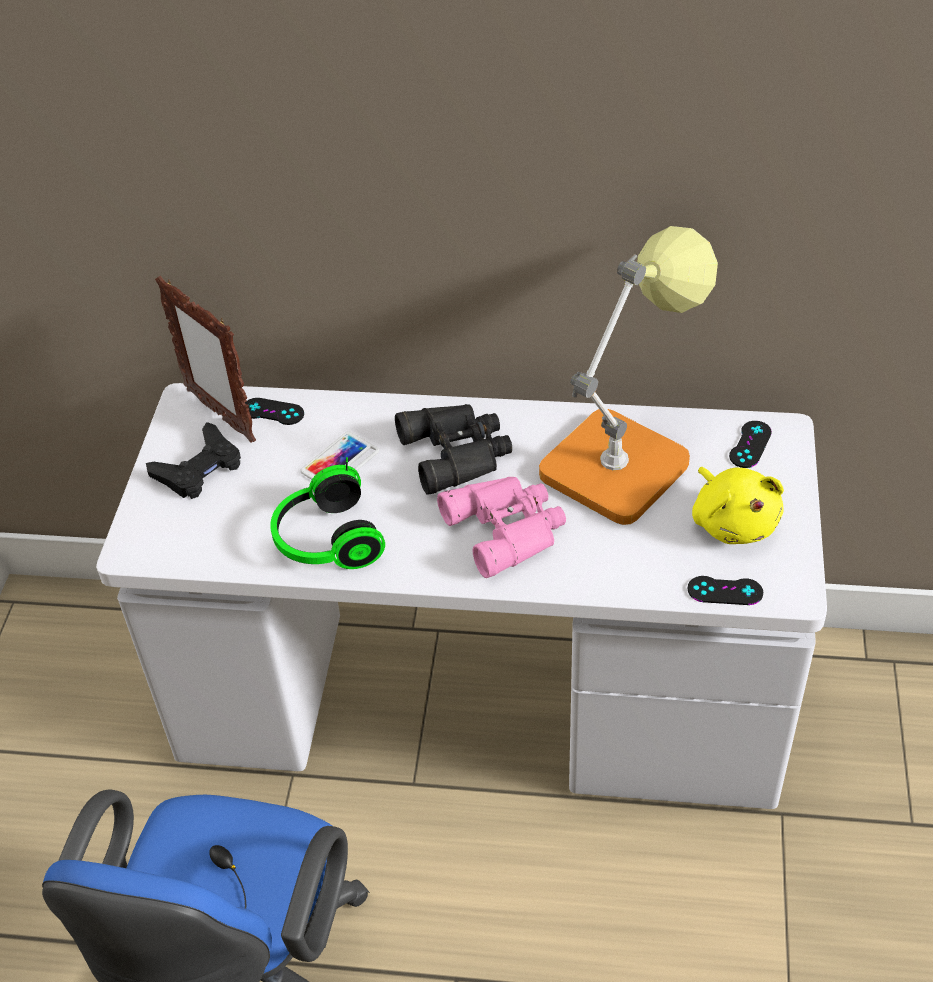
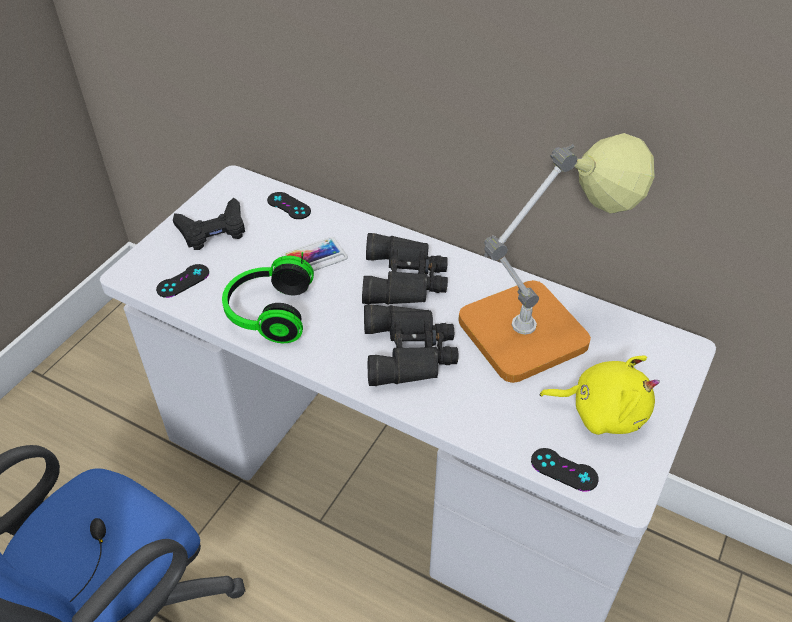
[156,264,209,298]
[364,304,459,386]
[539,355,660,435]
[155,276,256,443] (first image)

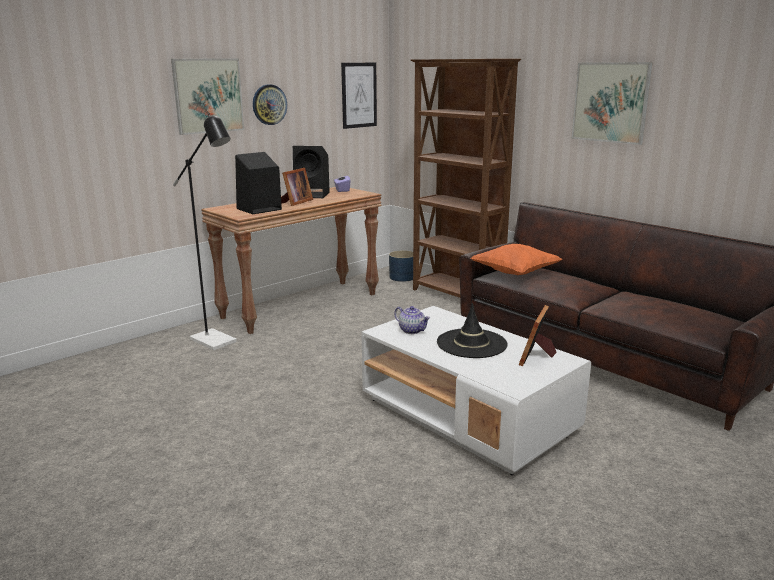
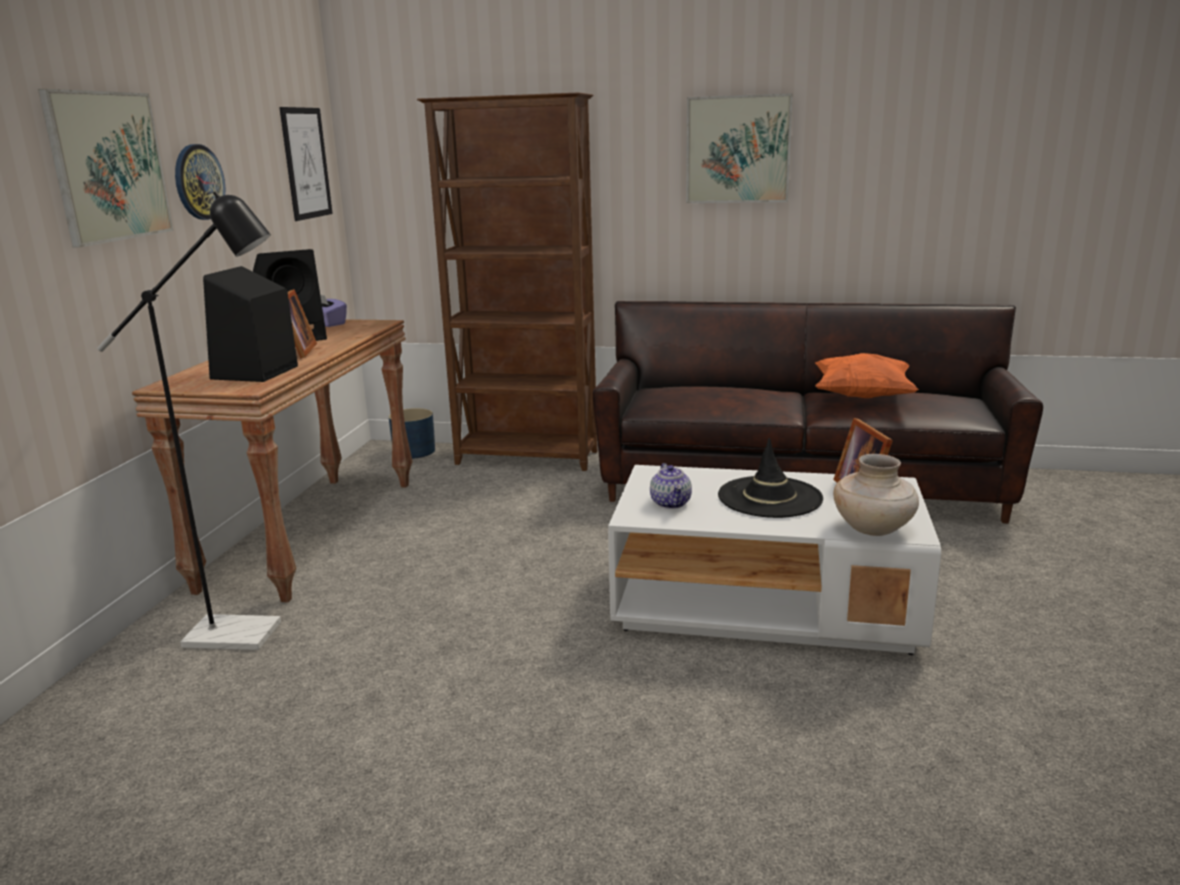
[650,463,692,509]
[815,353,919,398]
[833,454,919,536]

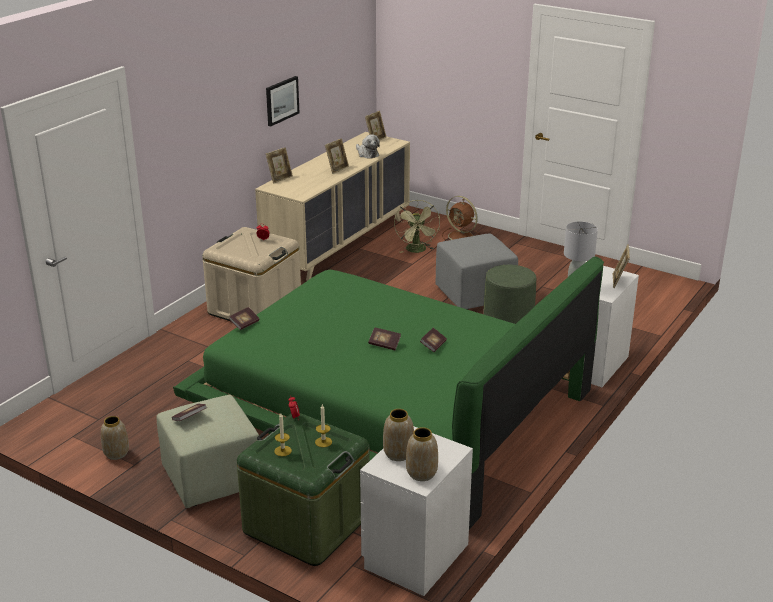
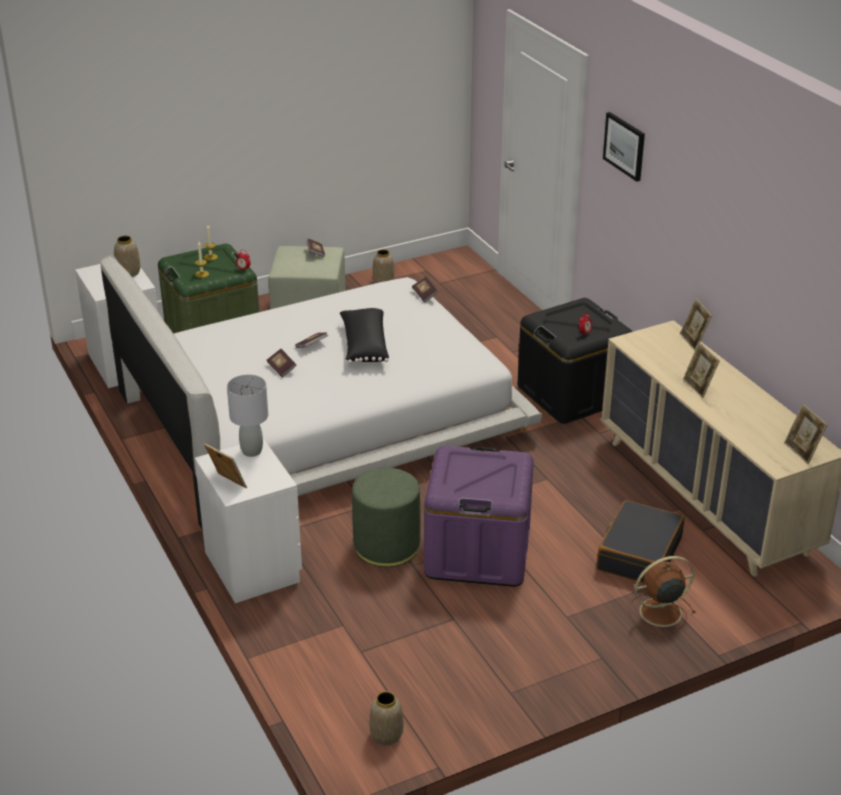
[101,255,542,530]
[340,308,389,363]
[369,691,404,746]
[424,446,534,587]
[518,298,633,424]
[597,500,684,583]
[603,112,645,182]
[356,134,380,159] (first image)

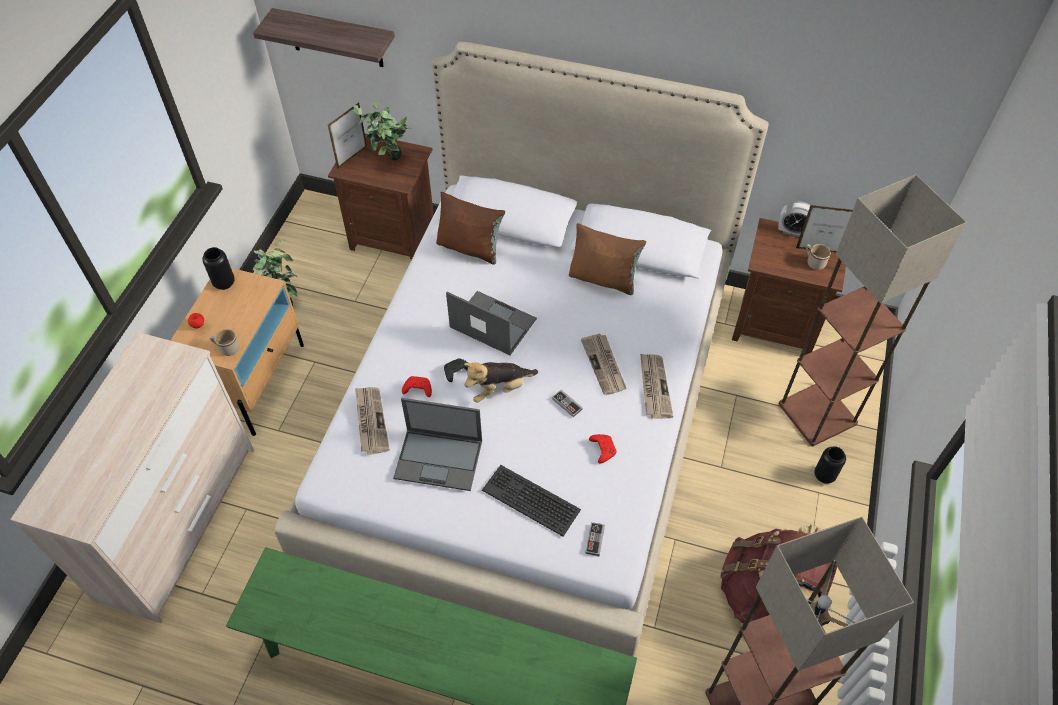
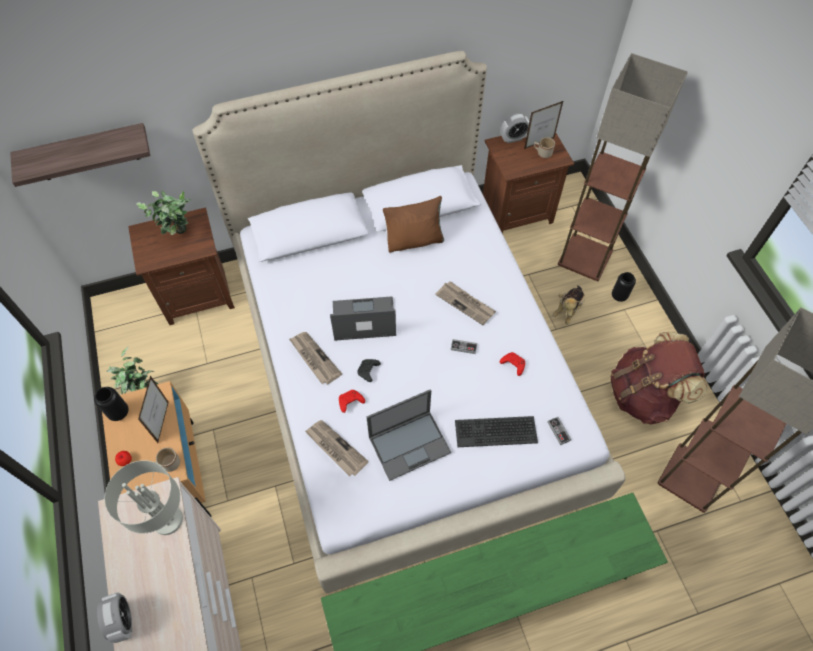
[97,592,132,643]
[105,460,183,535]
[138,375,169,443]
[289,332,342,384]
[553,285,585,325]
[436,192,505,265] (first image)

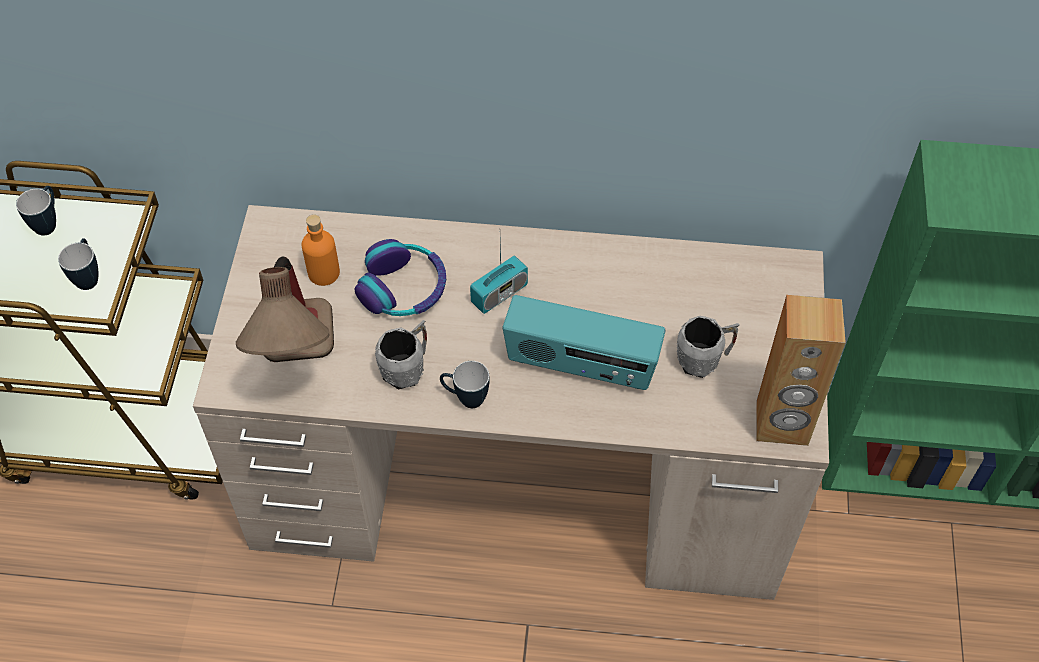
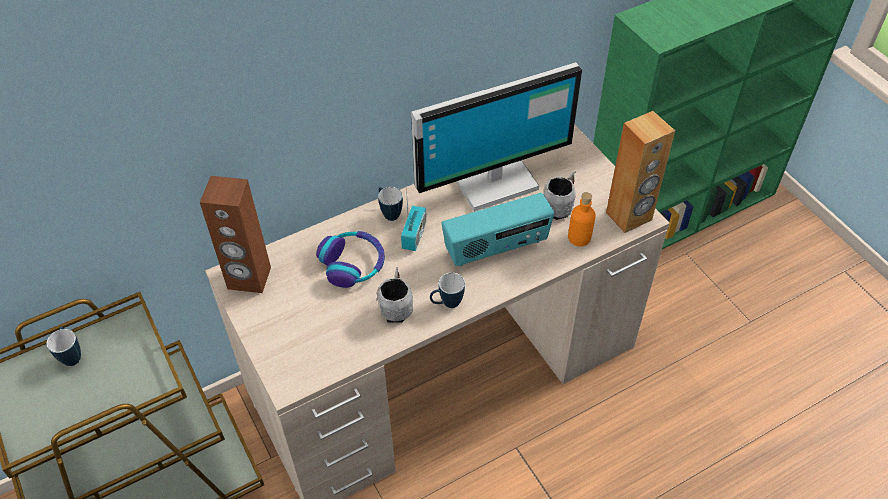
[200,176,271,293]
[378,187,403,221]
[411,62,582,212]
[568,192,596,246]
[236,256,334,362] (first image)

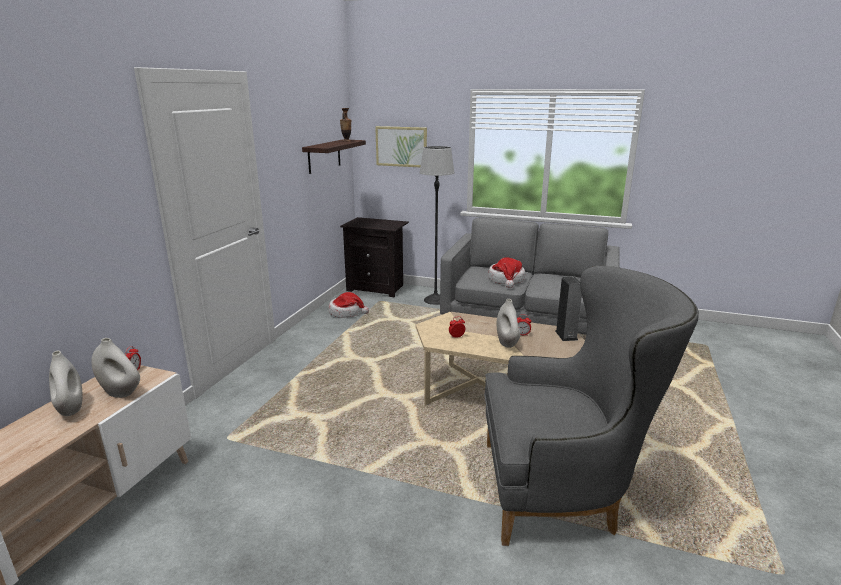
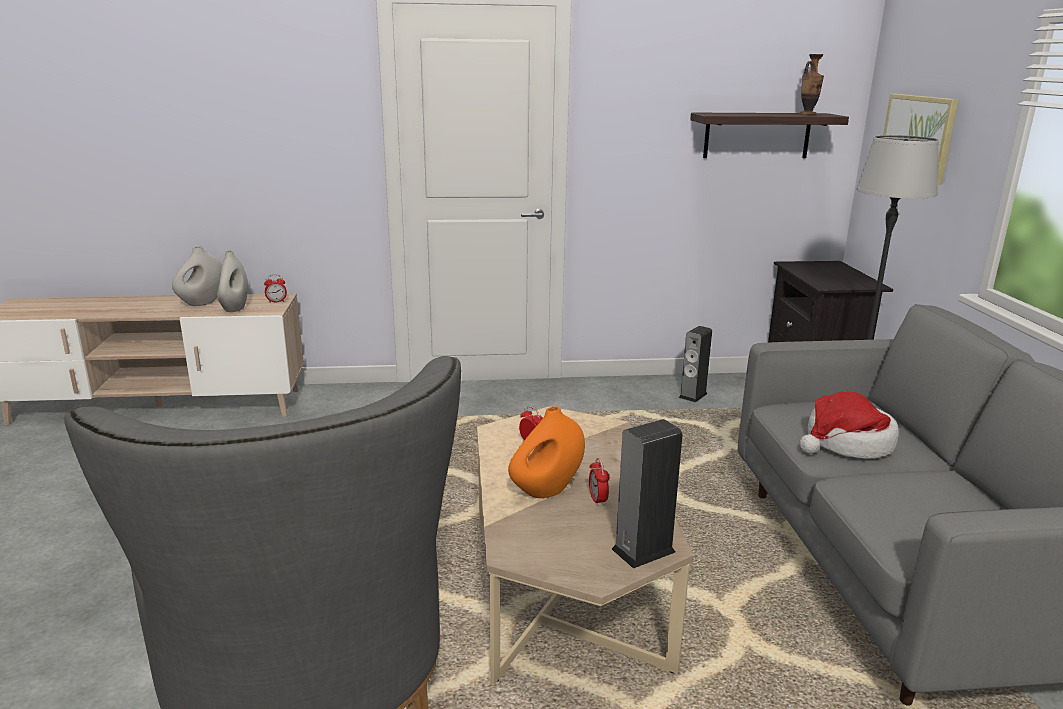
[508,406,585,498]
[679,326,712,403]

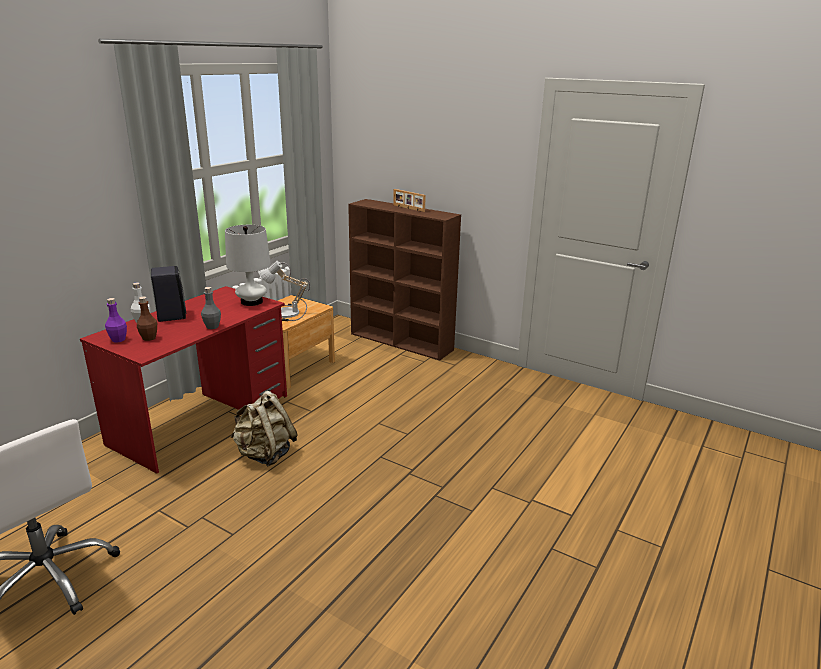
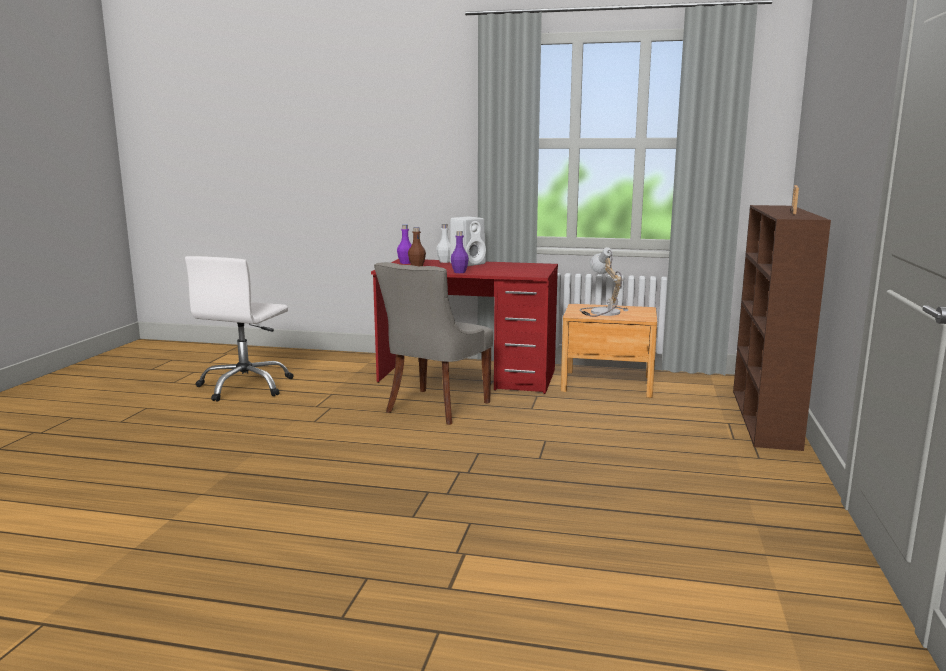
[374,262,493,425]
[450,217,486,266]
[451,231,469,273]
[225,225,271,306] (first image)

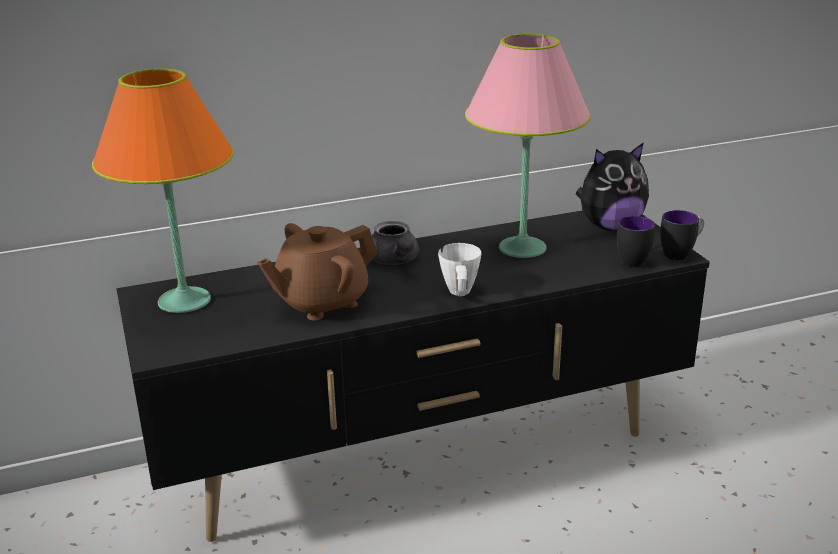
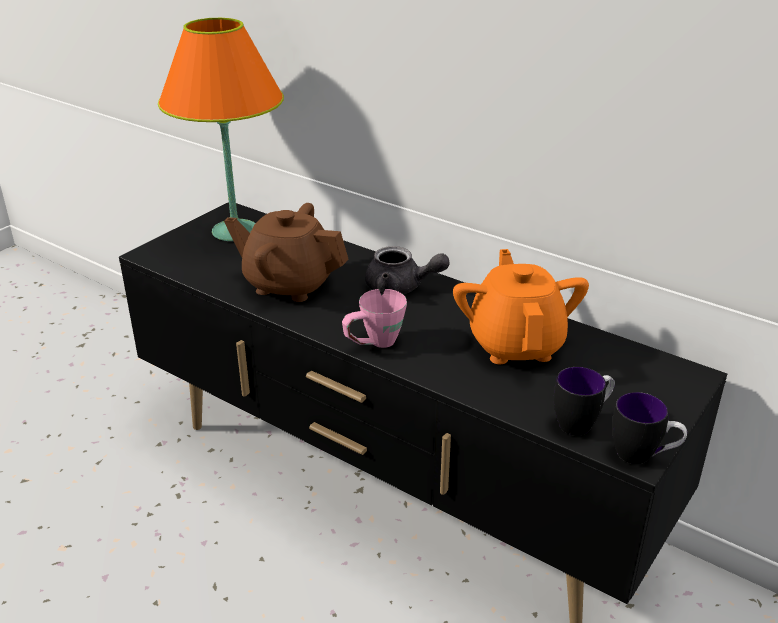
[342,289,407,348]
[365,246,450,294]
[453,249,589,364]
[576,142,649,231] (first image)

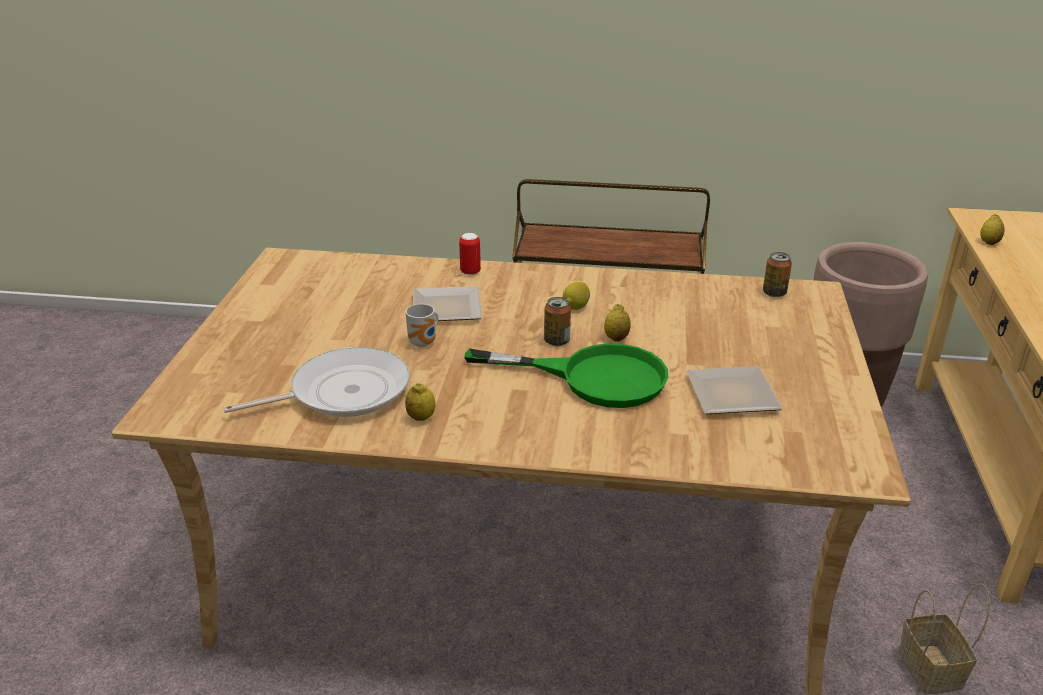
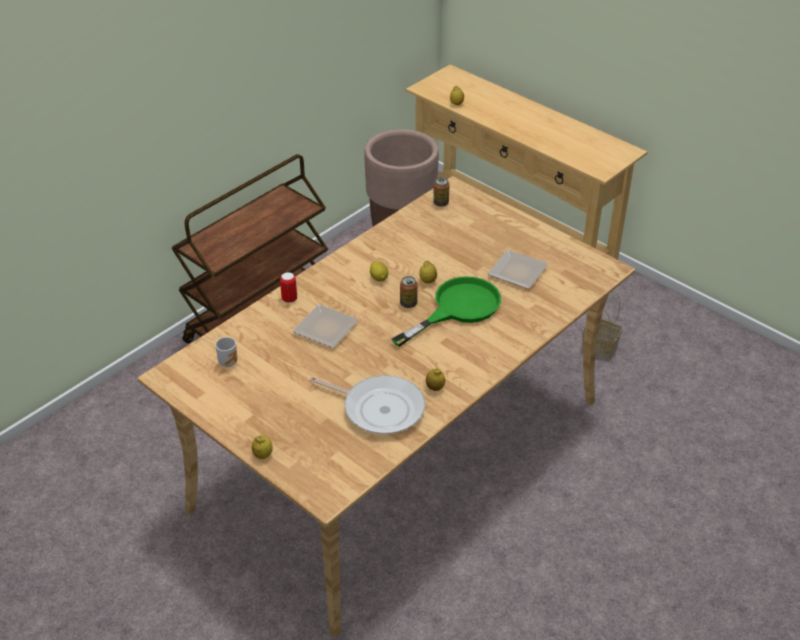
[215,337,238,367]
[252,435,273,459]
[310,375,425,434]

